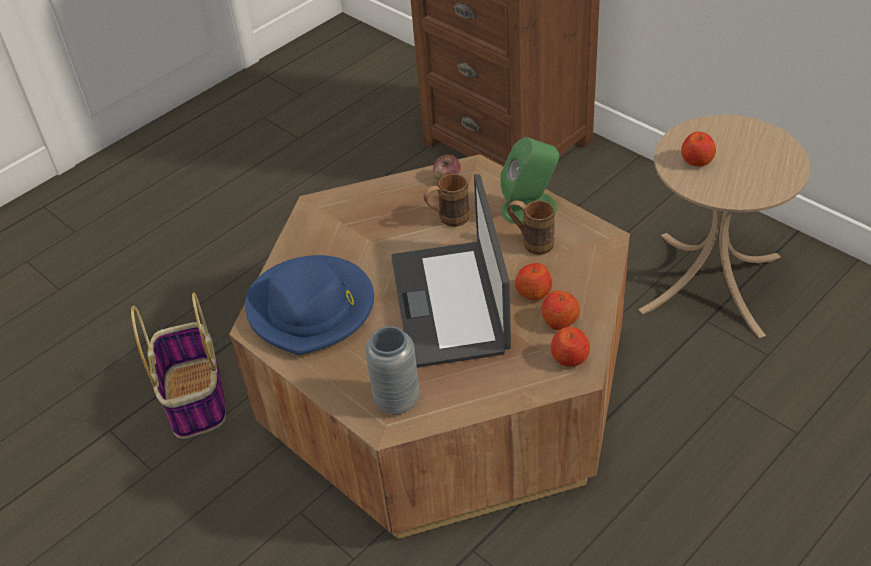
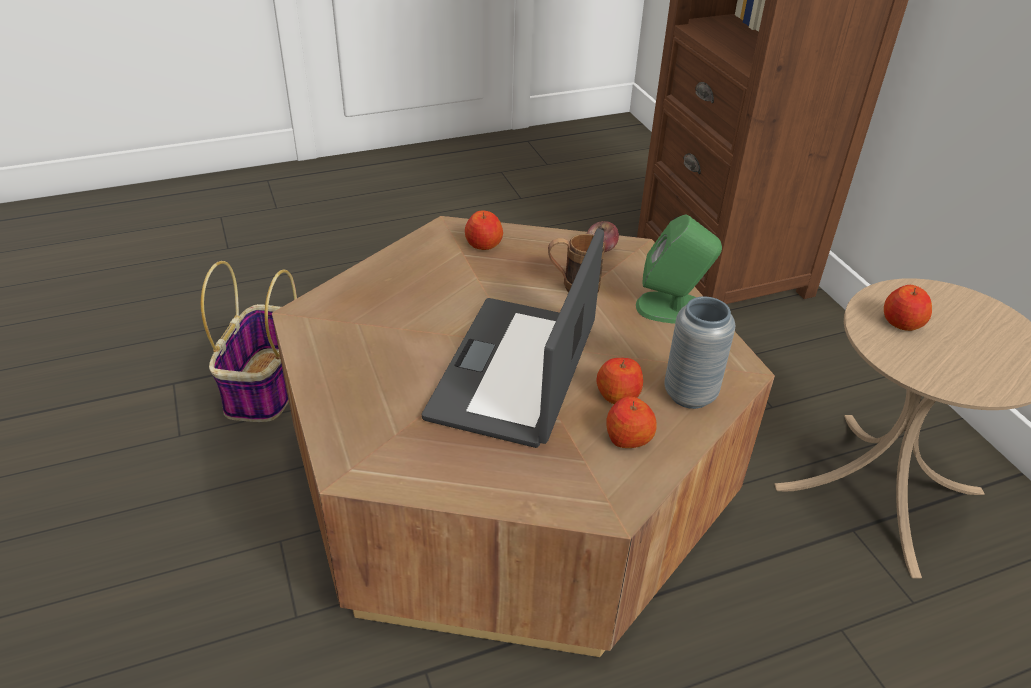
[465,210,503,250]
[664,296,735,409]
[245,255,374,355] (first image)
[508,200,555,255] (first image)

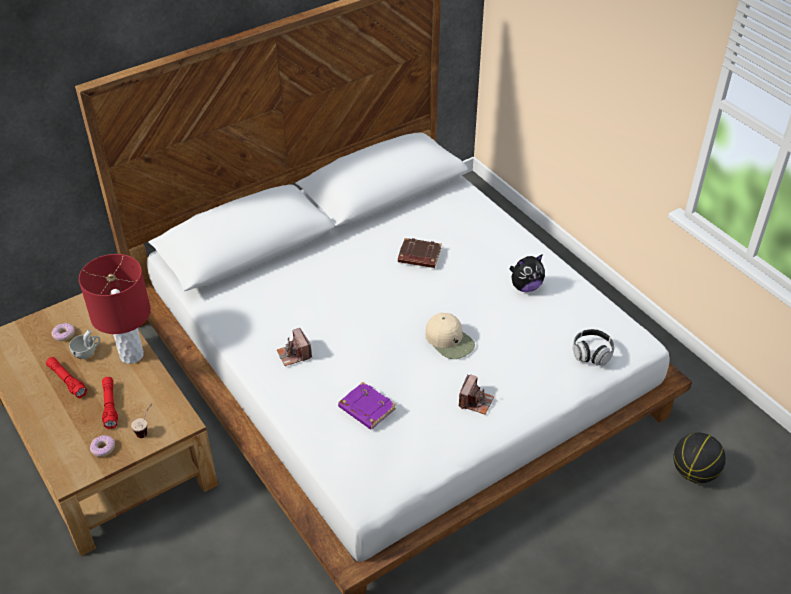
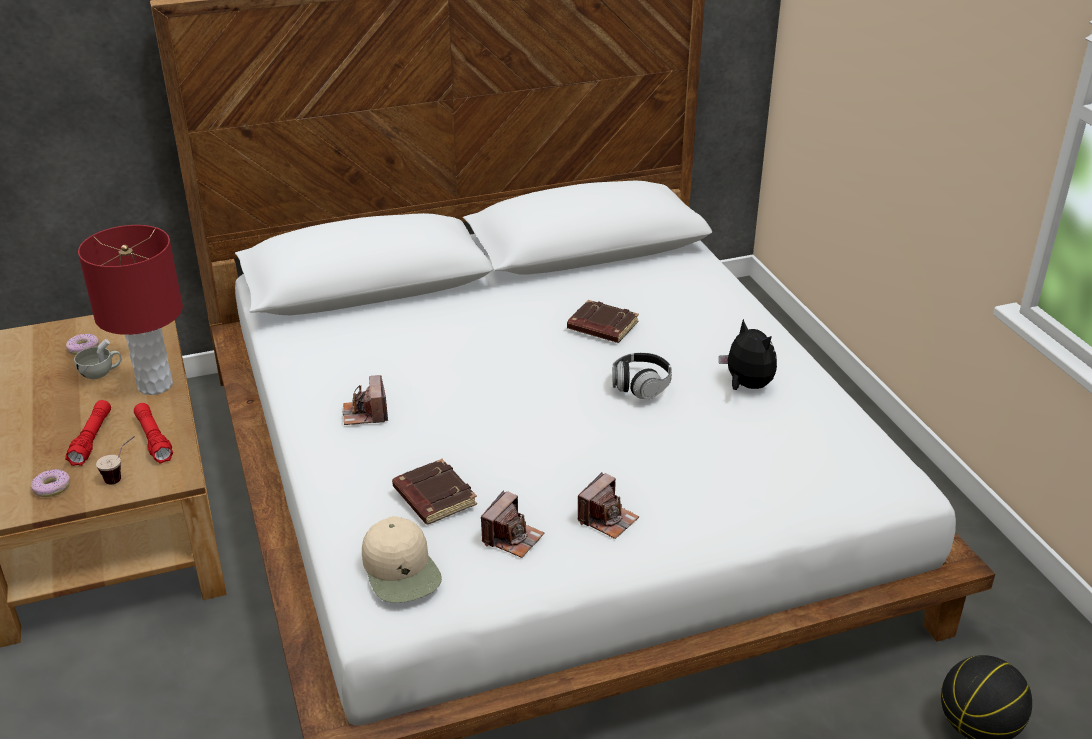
[134,403,173,464]
[362,516,442,603]
[392,459,477,524]
[481,490,544,558]
[612,352,672,399]
[719,319,777,390]

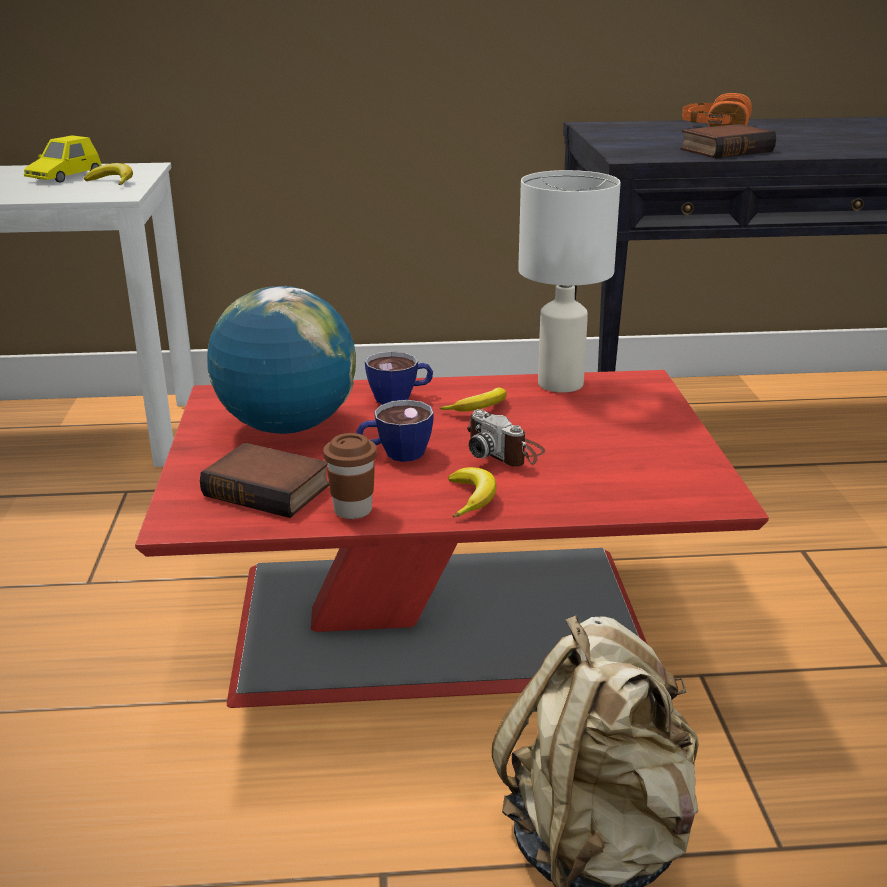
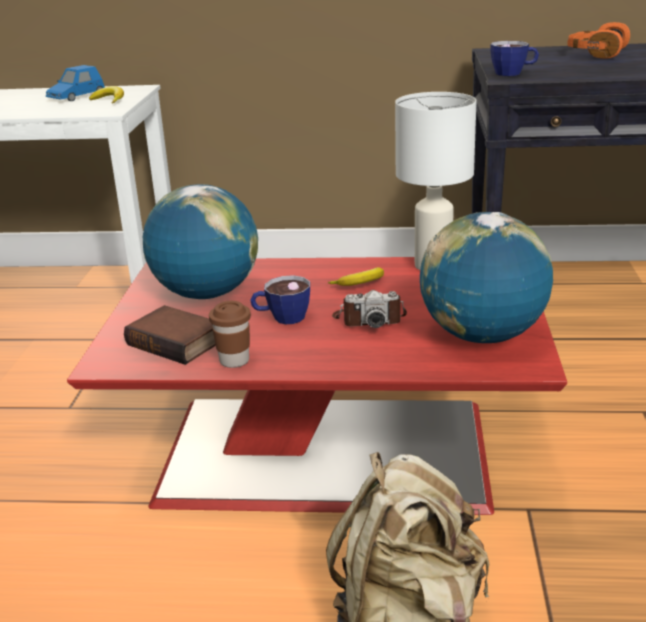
[46,65,105,101]
[332,290,407,328]
[420,212,553,343]
[490,41,539,76]
[448,467,497,518] (first image)
[680,124,776,158] (first image)

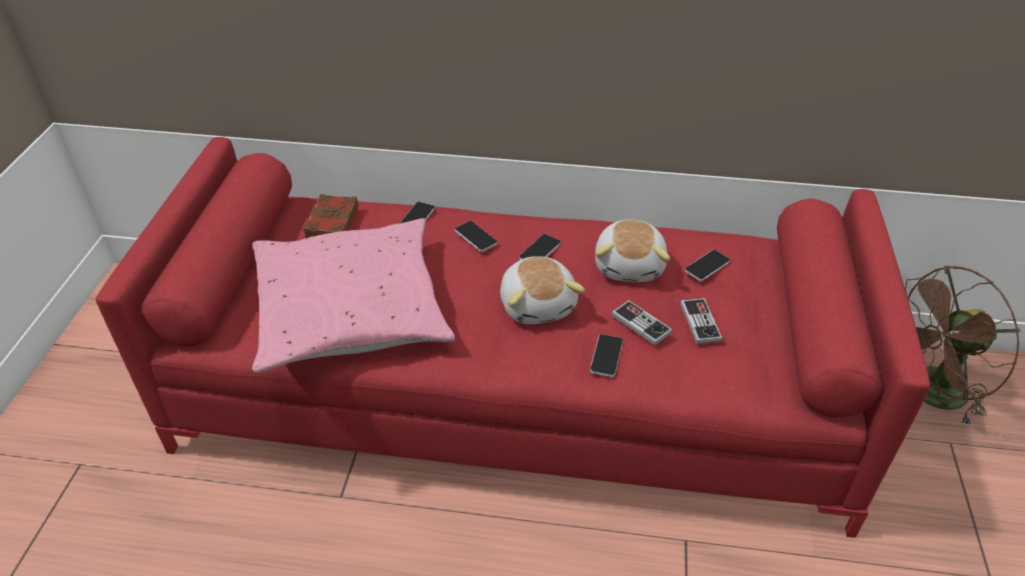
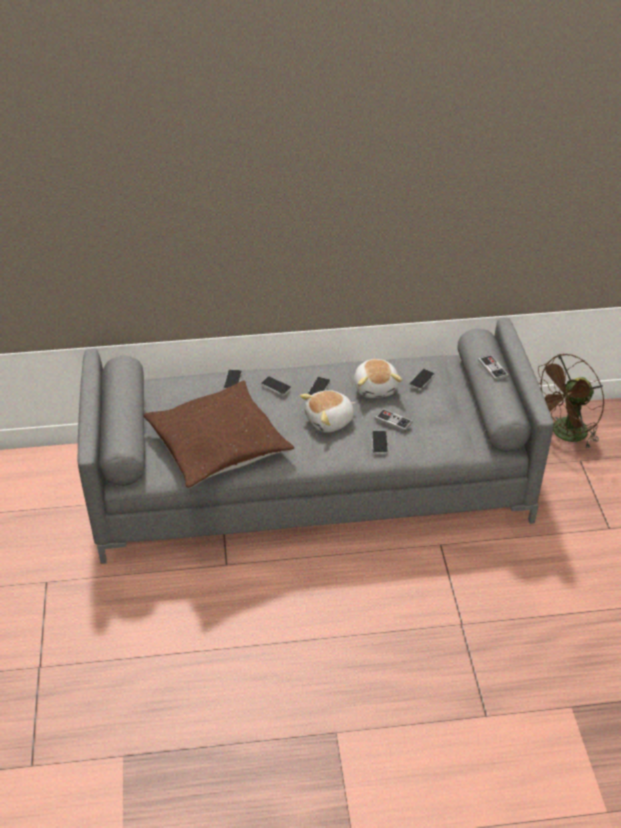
[78,317,554,564]
[144,380,294,488]
[300,390,356,433]
[478,355,508,381]
[303,194,359,238] (first image)

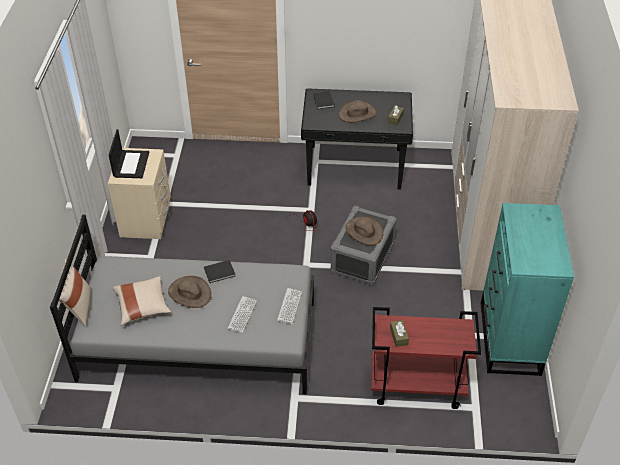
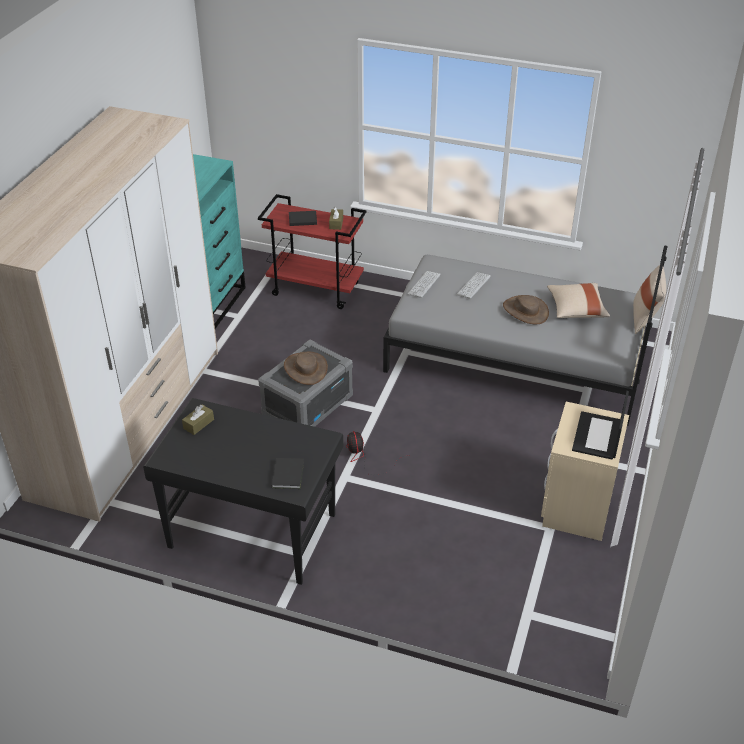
[289,211,317,226]
[339,100,377,122] (first image)

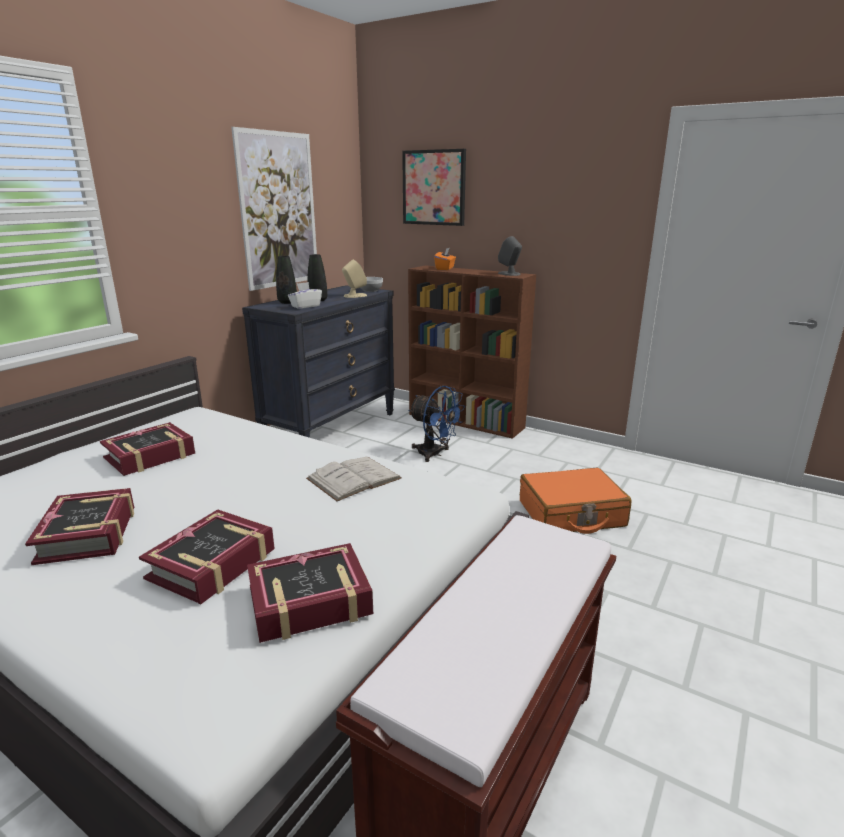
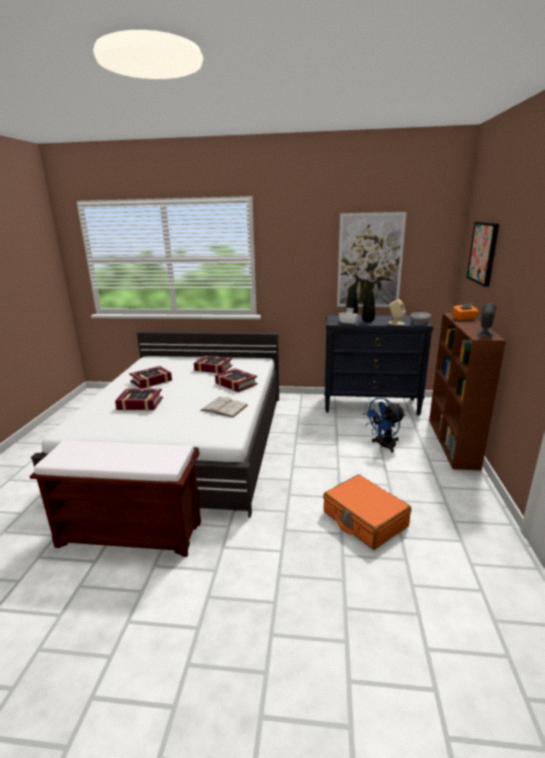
[215,368,258,392]
[363,398,405,453]

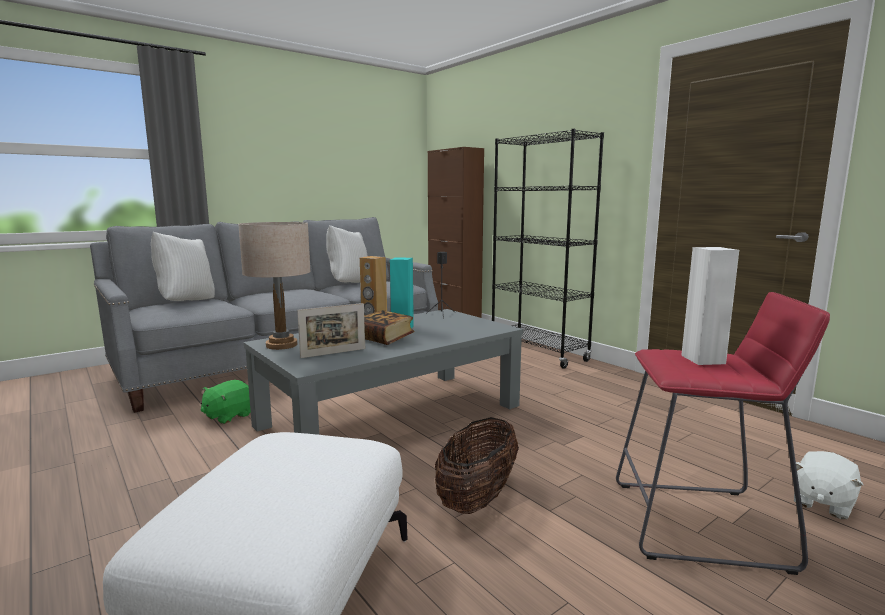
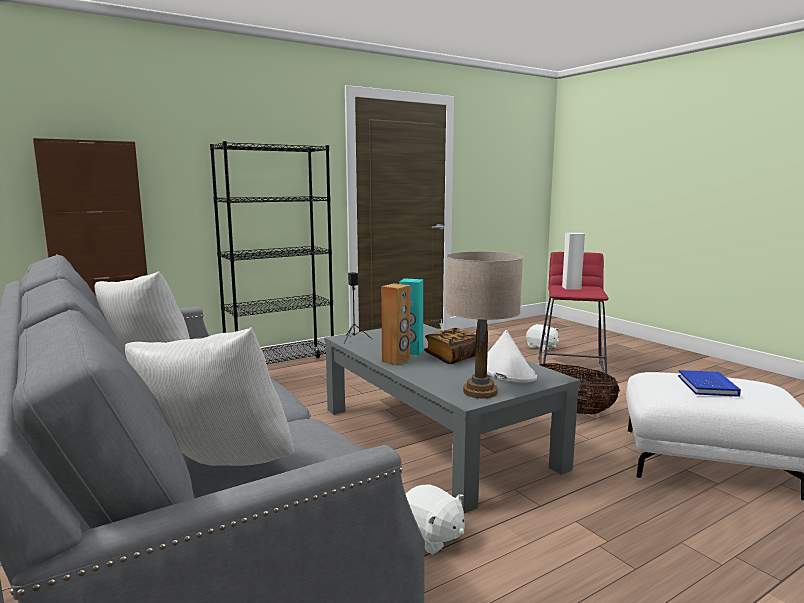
[406,484,465,555]
[487,330,537,383]
[678,370,741,397]

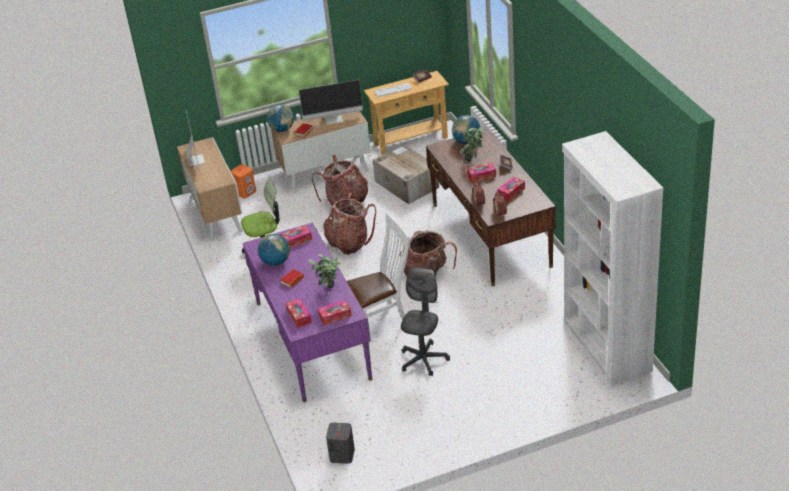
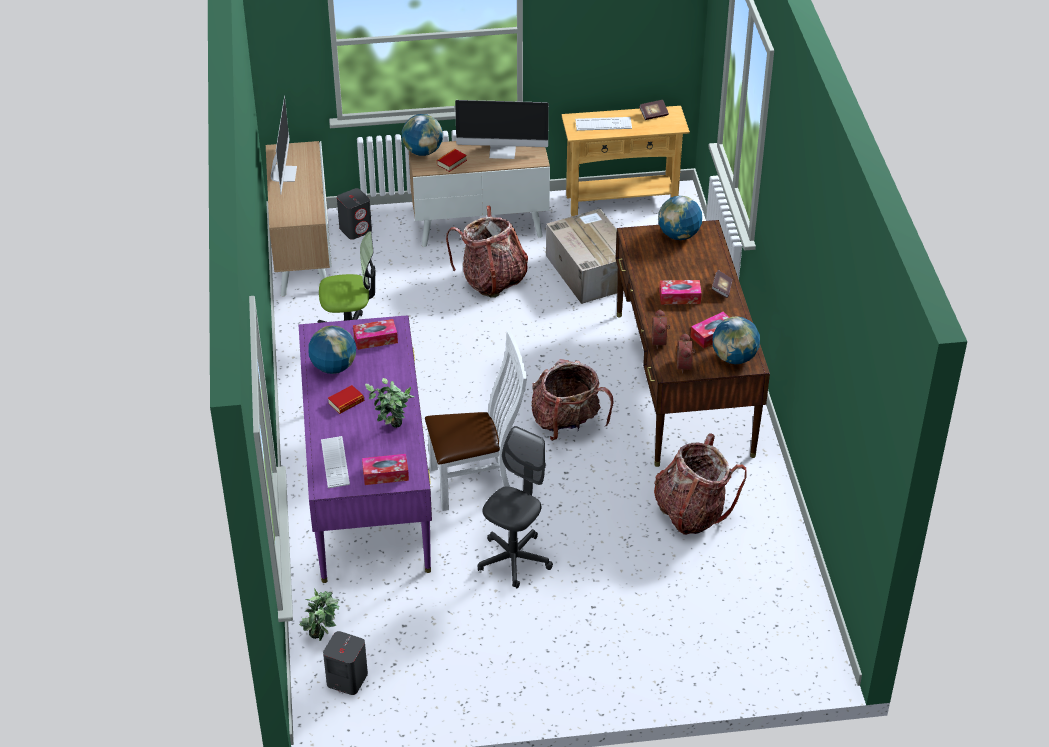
[299,589,340,641]
[321,436,350,488]
[337,188,372,240]
[654,433,747,535]
[713,316,760,364]
[562,131,663,386] (first image)

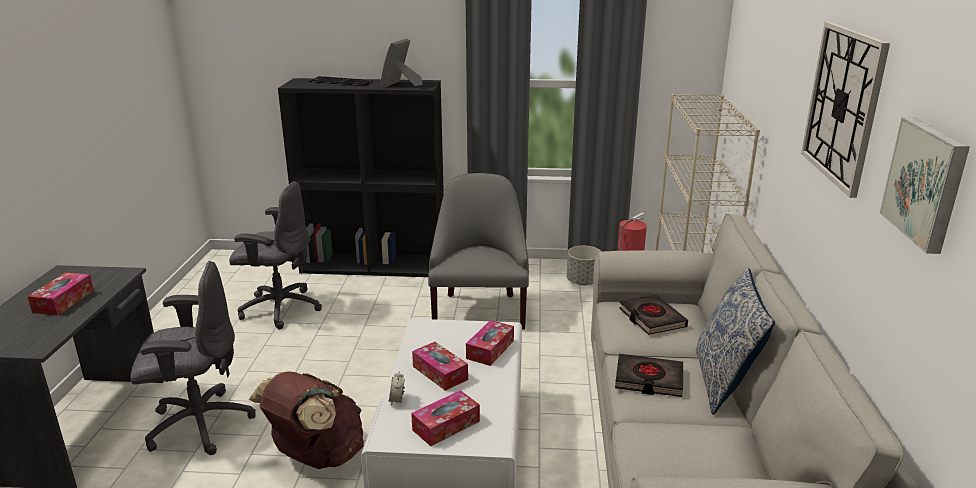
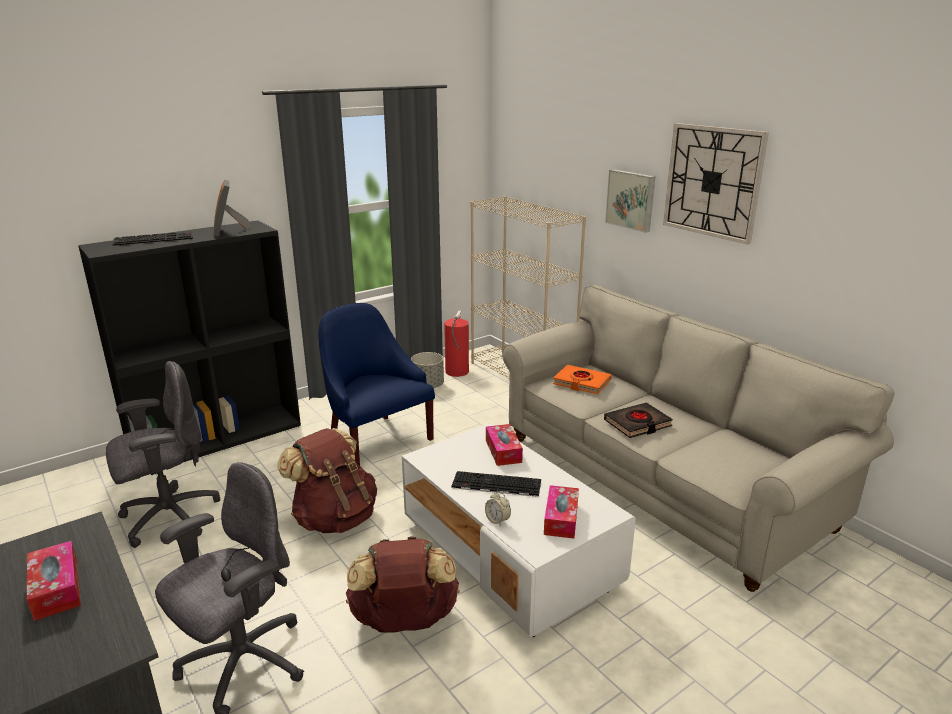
[278,428,377,533]
[319,303,435,466]
[451,471,541,497]
[553,365,612,394]
[605,169,655,233]
[696,267,775,415] (first image)

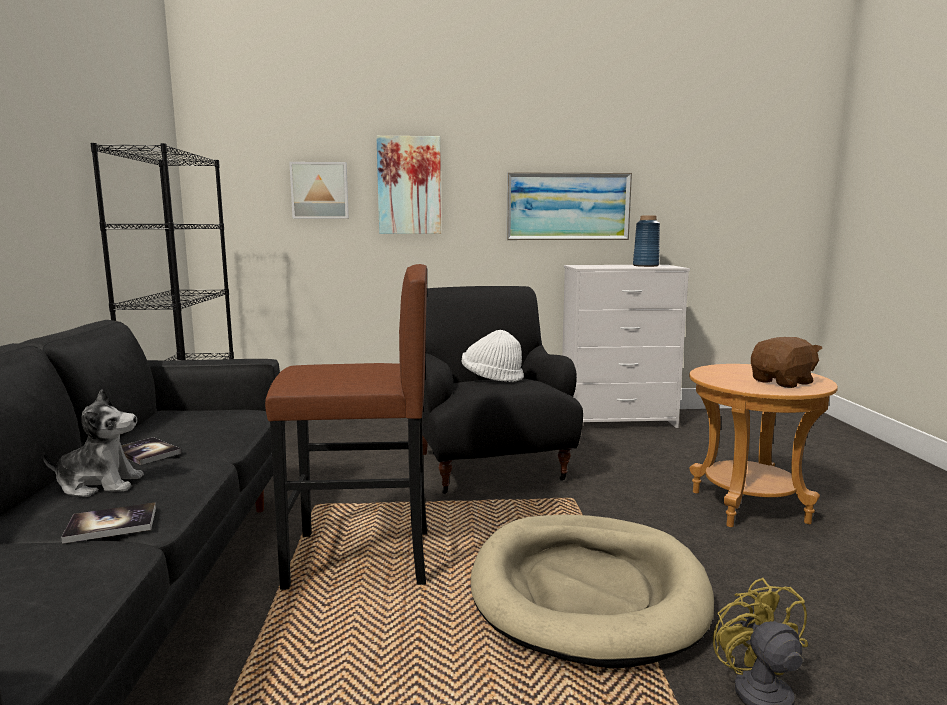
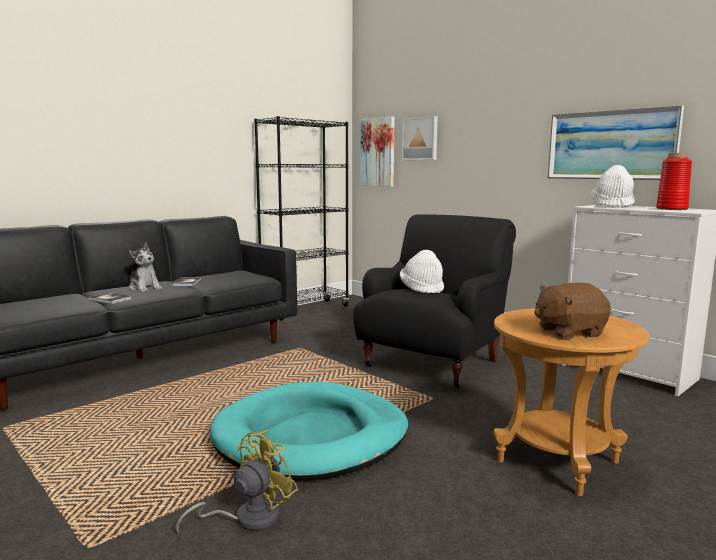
[210,382,408,480]
[360,117,395,187]
[534,283,611,339]
[591,165,635,208]
[656,153,692,210]
[265,264,427,590] (first image)

